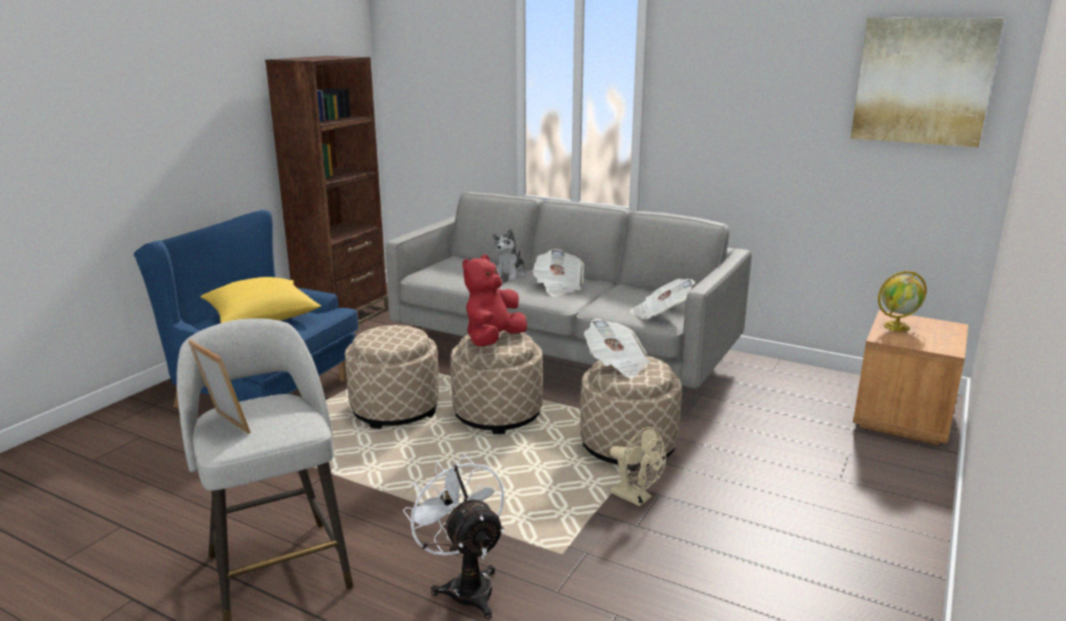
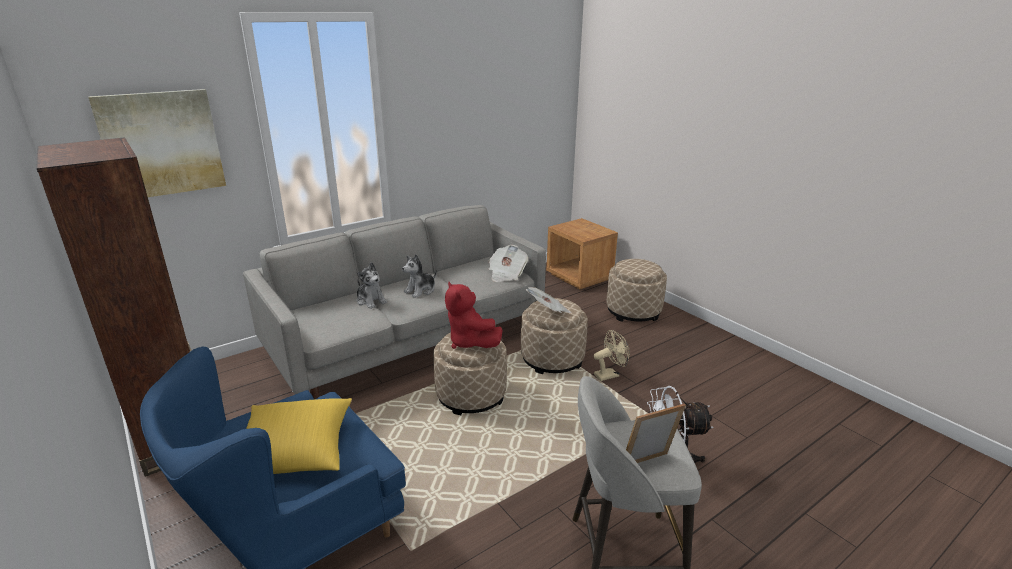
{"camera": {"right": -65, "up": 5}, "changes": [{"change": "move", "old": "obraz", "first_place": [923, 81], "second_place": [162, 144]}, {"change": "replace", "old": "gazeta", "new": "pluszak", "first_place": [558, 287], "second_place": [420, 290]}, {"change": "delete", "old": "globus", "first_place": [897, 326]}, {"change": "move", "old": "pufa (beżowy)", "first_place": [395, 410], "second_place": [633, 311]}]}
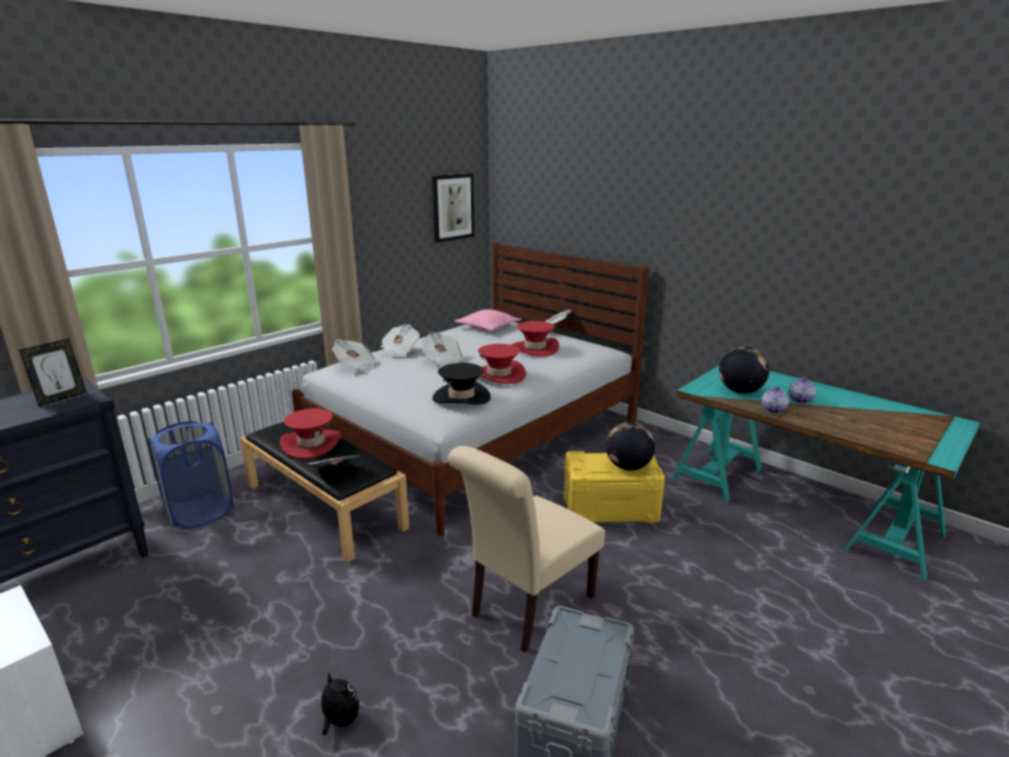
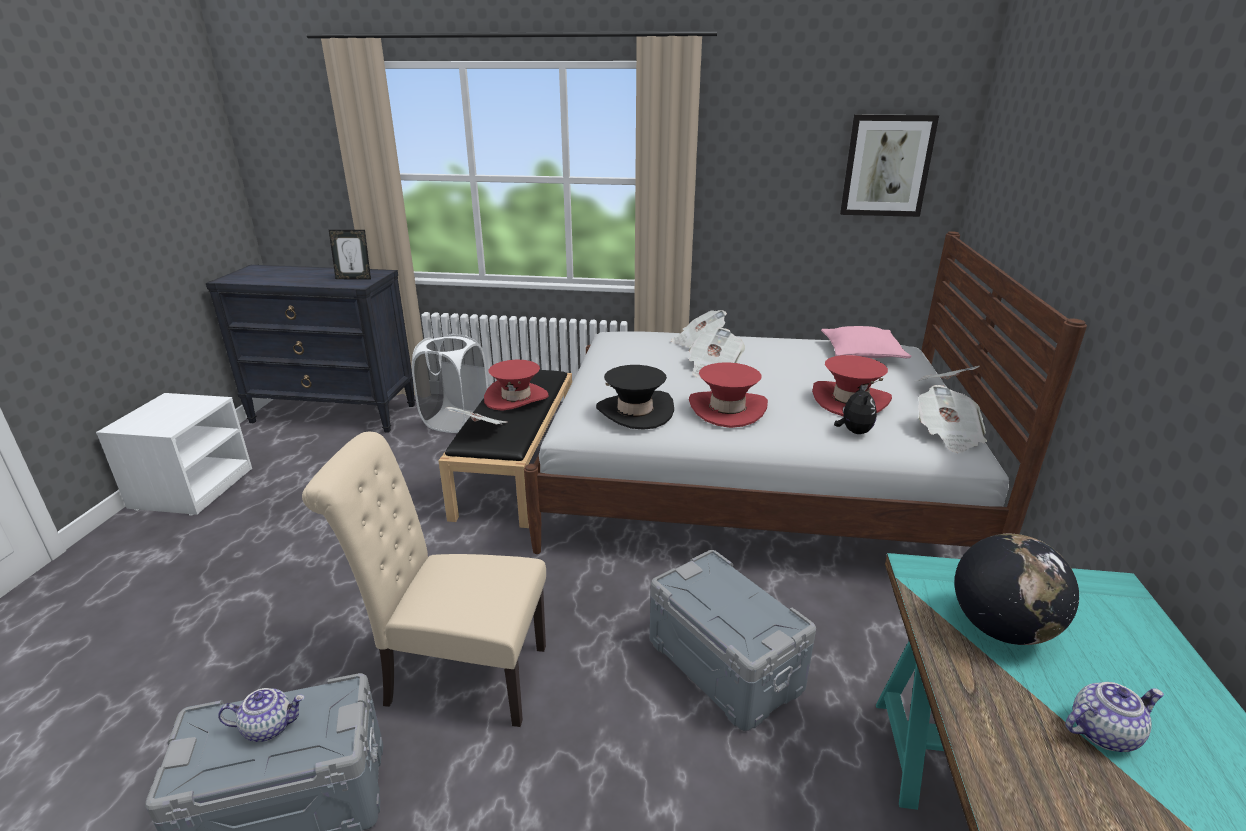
{"camera": {"right": 55, "up": 5}, "changes": [{"change": "move", "old": "gazeta", "first_place": [356, 366], "second_place": [947, 435]}, {"change": "move", "old": "imbryk", "first_place": [772, 409], "second_place": [269, 726]}, {"change": "recolor", "old": "kosz na pranie (niebieski)", "new": "kosz na pranie (biały)", "first_place": [200, 512], "second_place": [456, 421]}, {"change": "delete", "old": "globus", "first_place": [628, 467]}, {"change": "recolor", "old": "pojemnik do przechowywania (żółty)", "new": "pojemnik do przechowywania (szary)", "first_place": [609, 507], "second_place": [725, 663]}, {"change": "move", "old": "pluszak", "first_place": [339, 721], "second_place": [853, 432]}]}
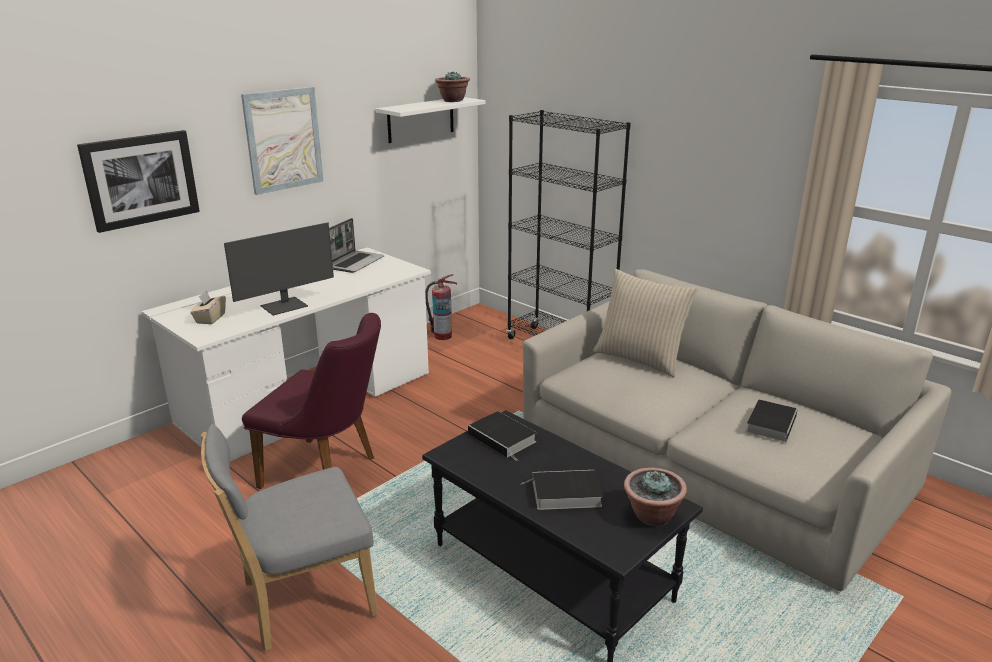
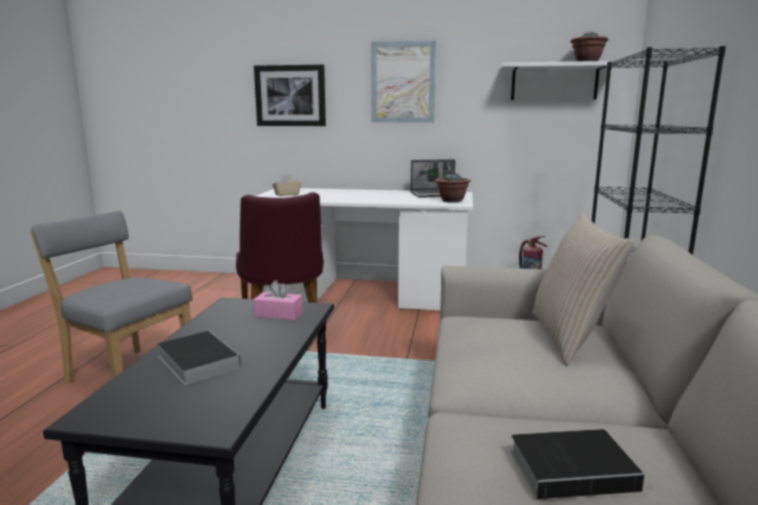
{"camera": {"right": 55, "up": -10}, "changes": [{"change": "delete", "old": "monitor", "first_place": [285, 306]}, {"change": "replace", "old": "książka", "new": "pudełko chusteczek (różowy)", "first_place": [504, 438], "second_place": [278, 314]}, {"change": "move", "old": "roślina doniczkowa", "first_place": [651, 516], "second_place": [451, 201]}]}
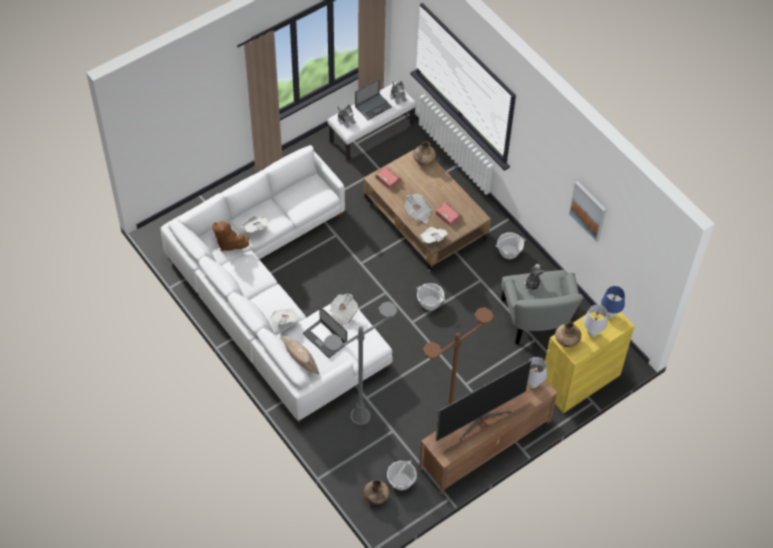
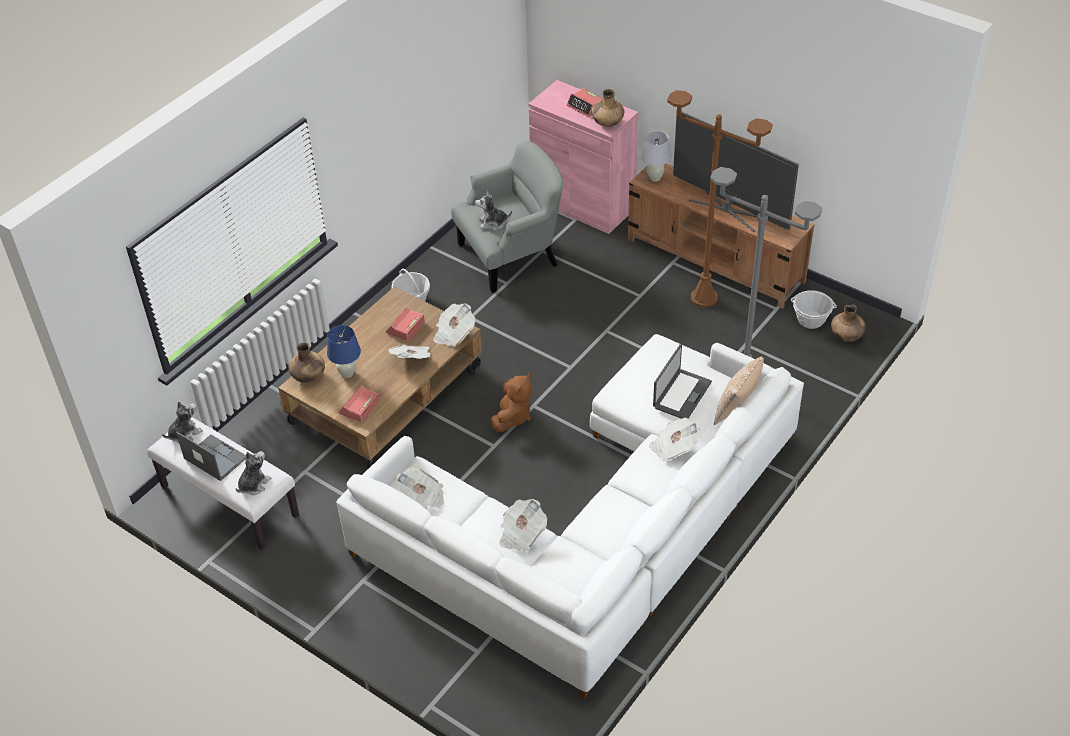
{"camera": {"right": -105, "up": -10}, "changes": [{"change": "delete", "old": "obraz", "first_place": [588, 211]}, {"change": "move", "old": "pluszak (brązowy)", "first_place": [229, 243], "second_place": [512, 417]}, {"change": "delete", "old": "koszyk", "first_place": [430, 302]}, {"change": "move", "old": "lampa stołowa (niebieski)", "first_place": [609, 315], "second_place": [347, 374]}, {"change": "move", "old": "gazeta", "first_place": [342, 314], "second_place": [423, 498]}, {"change": "recolor", "old": "szafka (żółty)", "new": "szafka (różowy)", "first_place": [580, 381], "second_place": [583, 204]}, {"change": "replace", "old": "lampa stołowa (biały)", "new": "budzik", "first_place": [592, 333], "second_place": [586, 106]}]}
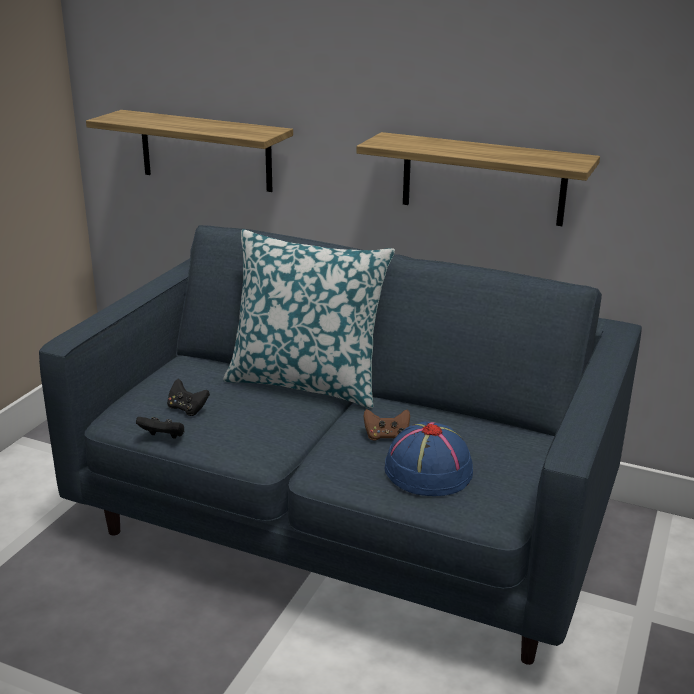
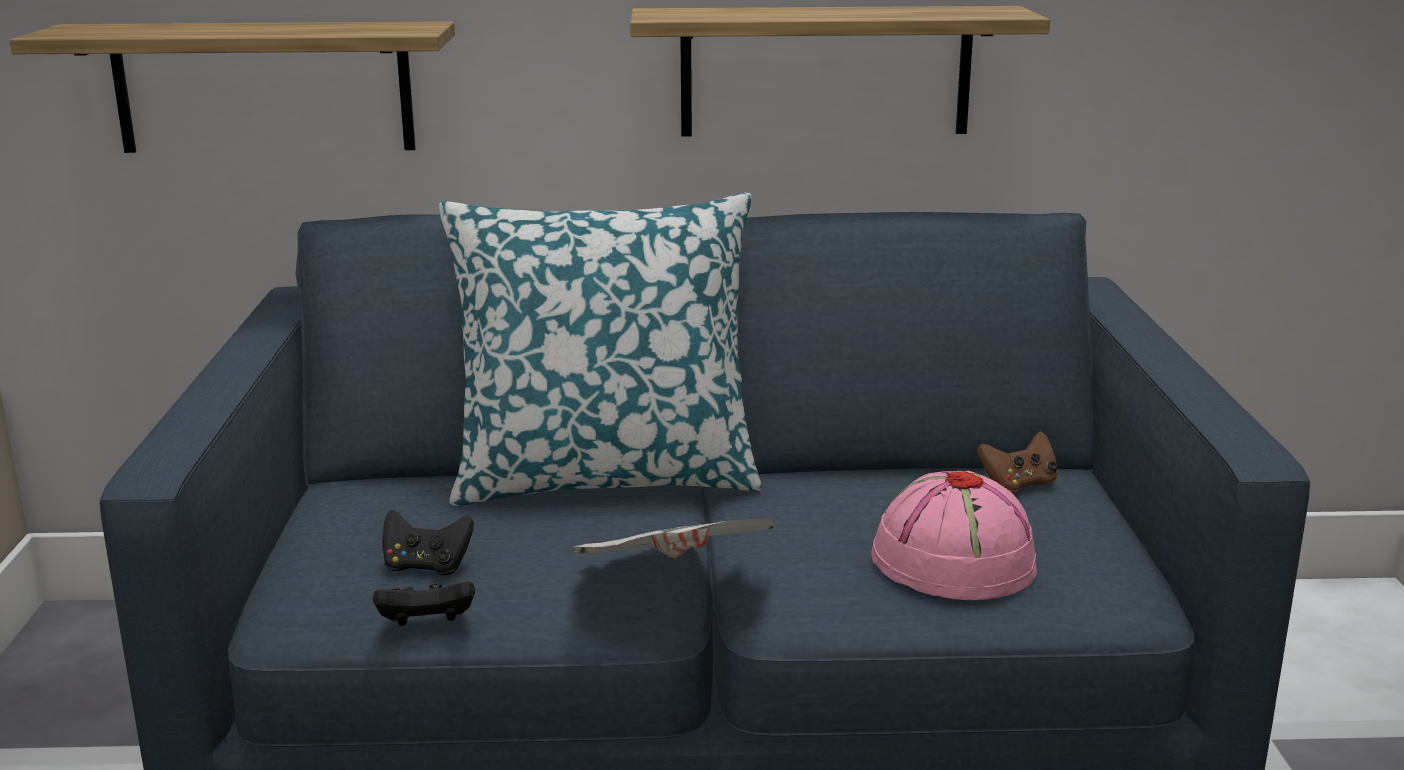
{"camera": {"right": -25, "up": -5}, "changes": [{"change": "move", "old": "pad do gier (brązowy)", "first_place": [386, 436], "second_place": [1018, 484]}, {"change": "recolor", "old": "kapelusz (niebieski)", "new": "kapelusz (różowy)", "first_place": [427, 471], "second_place": [952, 562]}, {"change": "insert", "new": "gazeta", "second_place": [673, 589]}]}
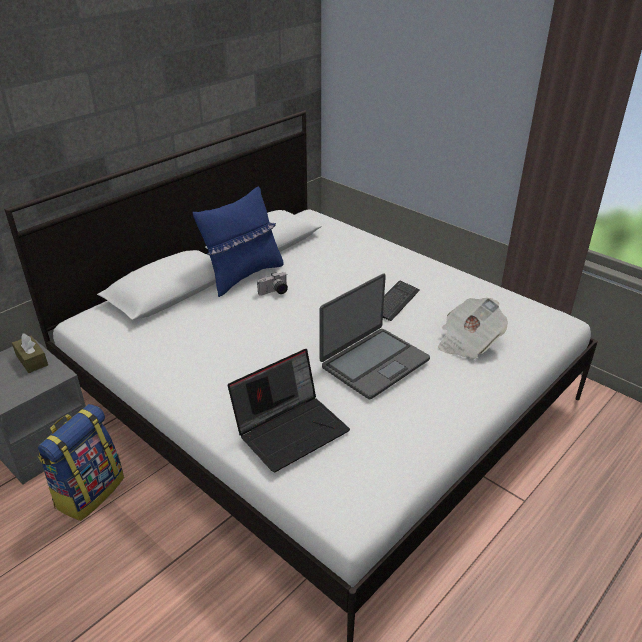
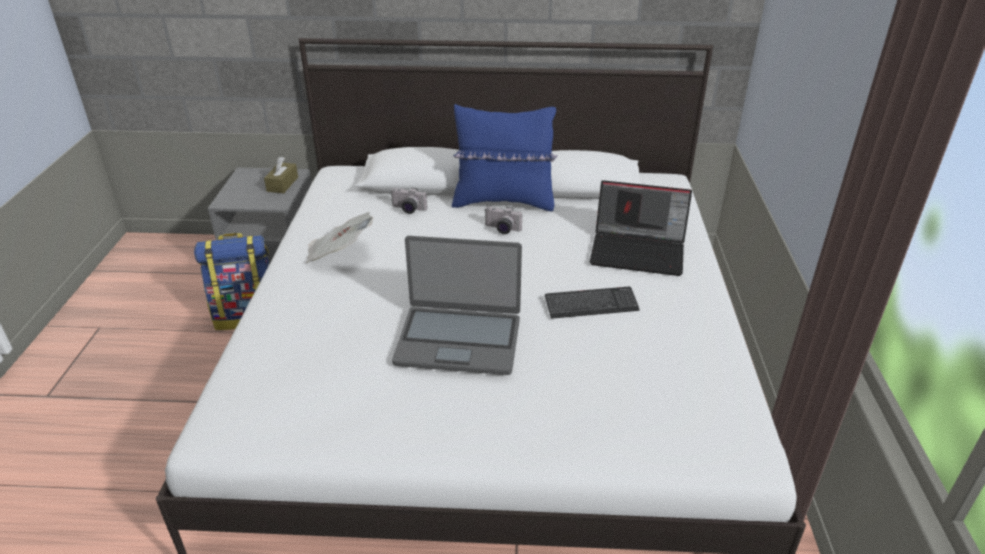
{"camera": {"right": 50, "up": 0}, "changes": [{"change": "move", "old": "gazeta", "first_place": [468, 342], "second_place": [339, 254]}, {"change": "move", "old": "laptop", "first_place": [291, 429], "second_place": [639, 251]}, {"change": "insert", "new": "aparat fotograficzny", "second_place": [407, 209]}]}
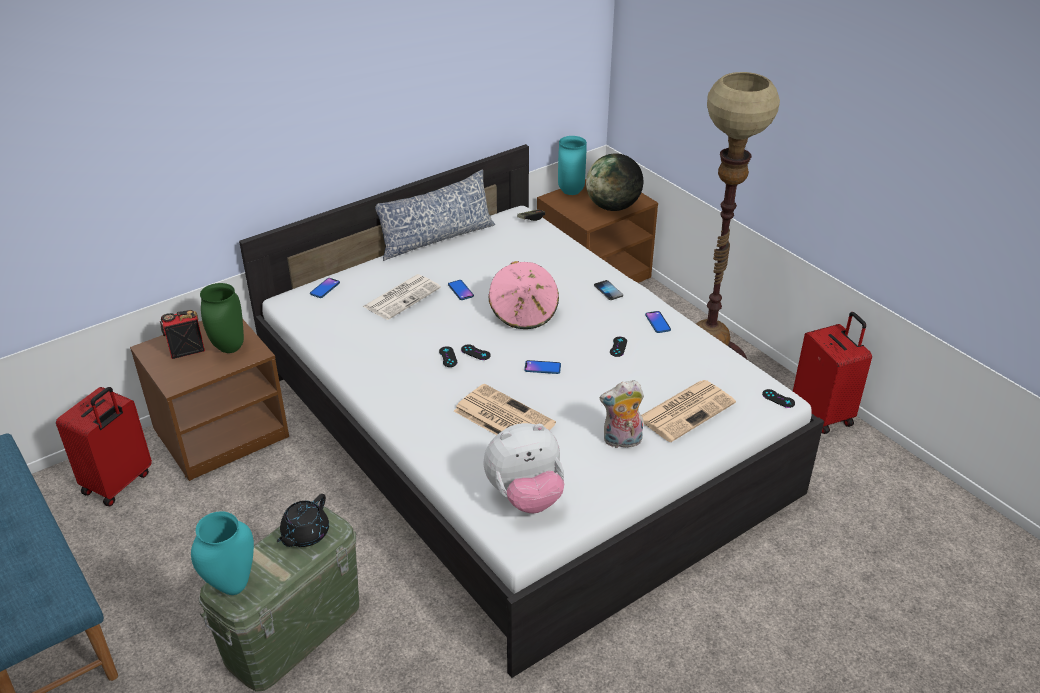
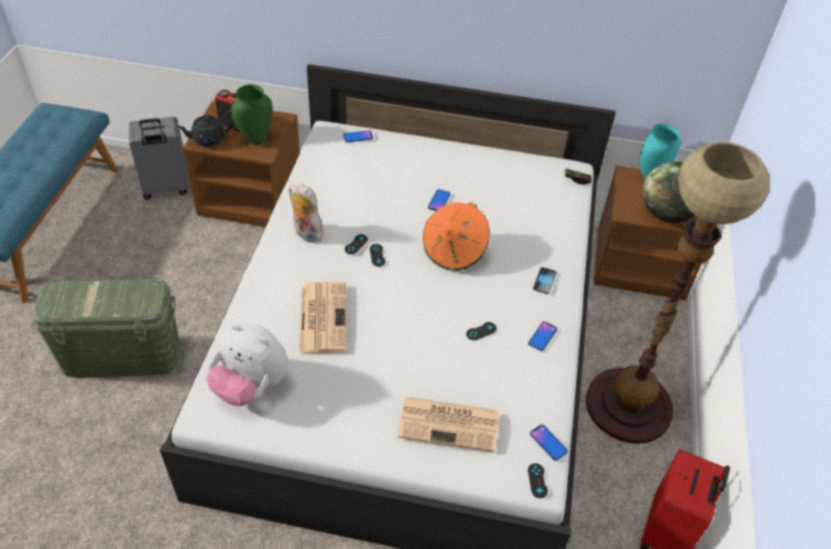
{"camera": {"right": 45, "up": 10}, "changes": [{"change": "delete", "old": "poduszka", "first_place": [436, 238]}, {"change": "recolor", "old": "kapelusz (różowy)", "new": "kapelusz (pomarańczowy)", "first_place": [524, 313], "second_place": [454, 251]}, {"change": "delete", "old": "gazeta", "first_place": [402, 297]}, {"change": "move", "old": "telefon", "first_place": [542, 368], "second_place": [548, 443]}, {"change": "move", "old": "pluszak", "first_place": [621, 441], "second_place": [306, 234]}, {"change": "recolor", "old": "walizka (czerwony)", "new": "walizka (szary)", "first_place": [118, 483], "second_place": [166, 189]}, {"change": "move", "old": "imbryk (czarny)", "first_place": [305, 534], "second_place": [207, 139]}, {"change": "delete", "old": "wazon (turkusowy)", "first_place": [231, 585]}]}
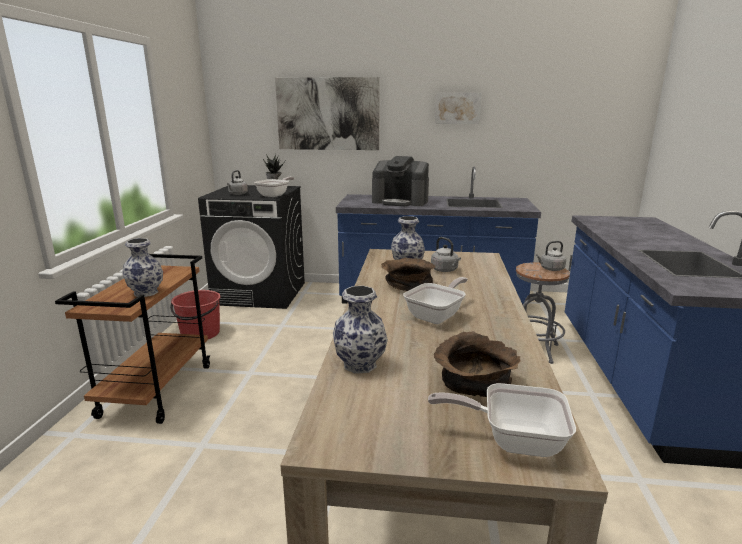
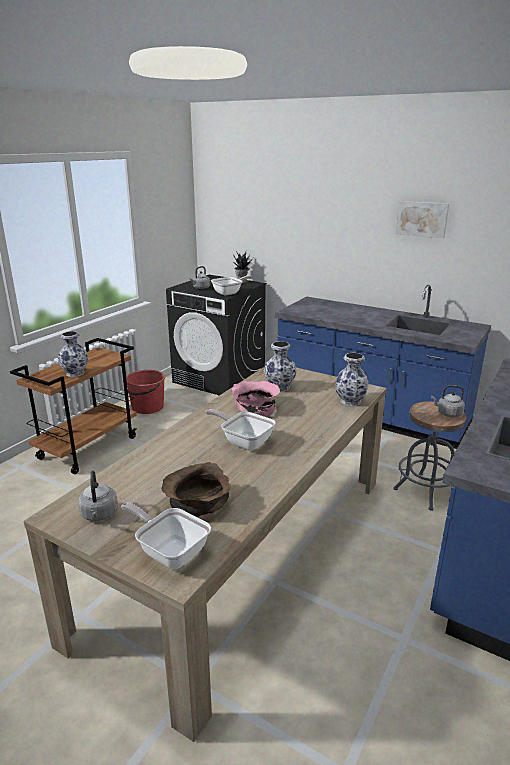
{"camera": {"right": 25, "up": 5}, "changes": [{"change": "delete", "old": "obraz", "first_place": [328, 114]}, {"change": "delete", "old": "ekspres do kawy", "first_place": [400, 201]}, {"change": "move", "old": "czajnik (szary)", "first_place": [445, 270], "second_place": [99, 515]}, {"change": "recolor", "old": "miska (brązowy)", "new": "miska (różowy)", "first_place": [408, 286], "second_place": [256, 407]}, {"change": "rotate", "old": "patelnia", "first_place": [437, 315], "second_place": [244, 441], "degrees": -120}, {"change": "move", "old": "wazon", "first_place": [361, 365], "second_place": [351, 401]}]}
